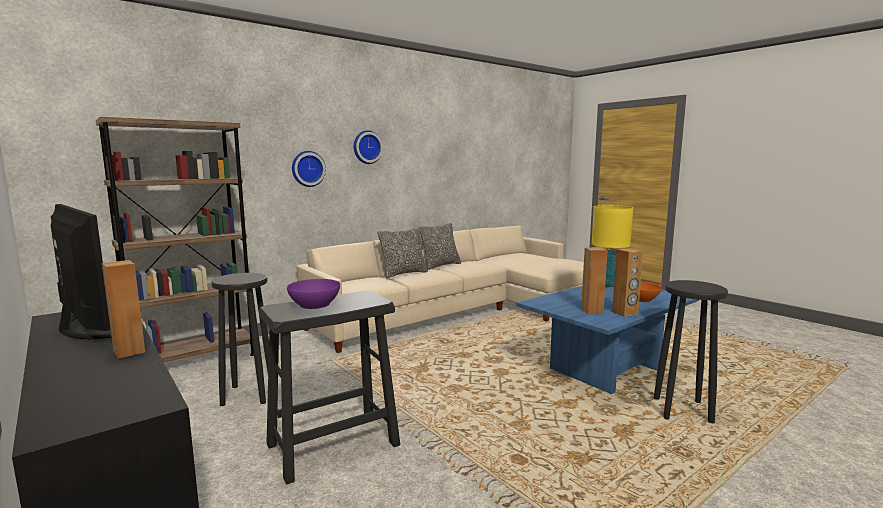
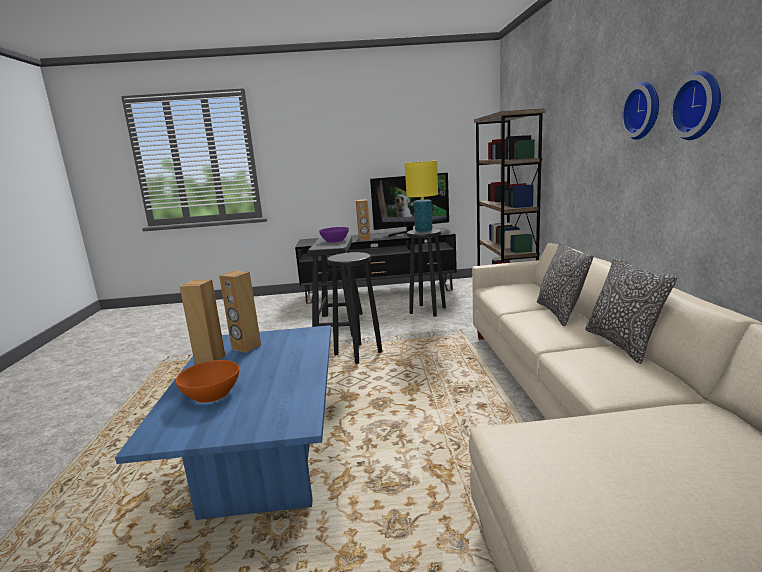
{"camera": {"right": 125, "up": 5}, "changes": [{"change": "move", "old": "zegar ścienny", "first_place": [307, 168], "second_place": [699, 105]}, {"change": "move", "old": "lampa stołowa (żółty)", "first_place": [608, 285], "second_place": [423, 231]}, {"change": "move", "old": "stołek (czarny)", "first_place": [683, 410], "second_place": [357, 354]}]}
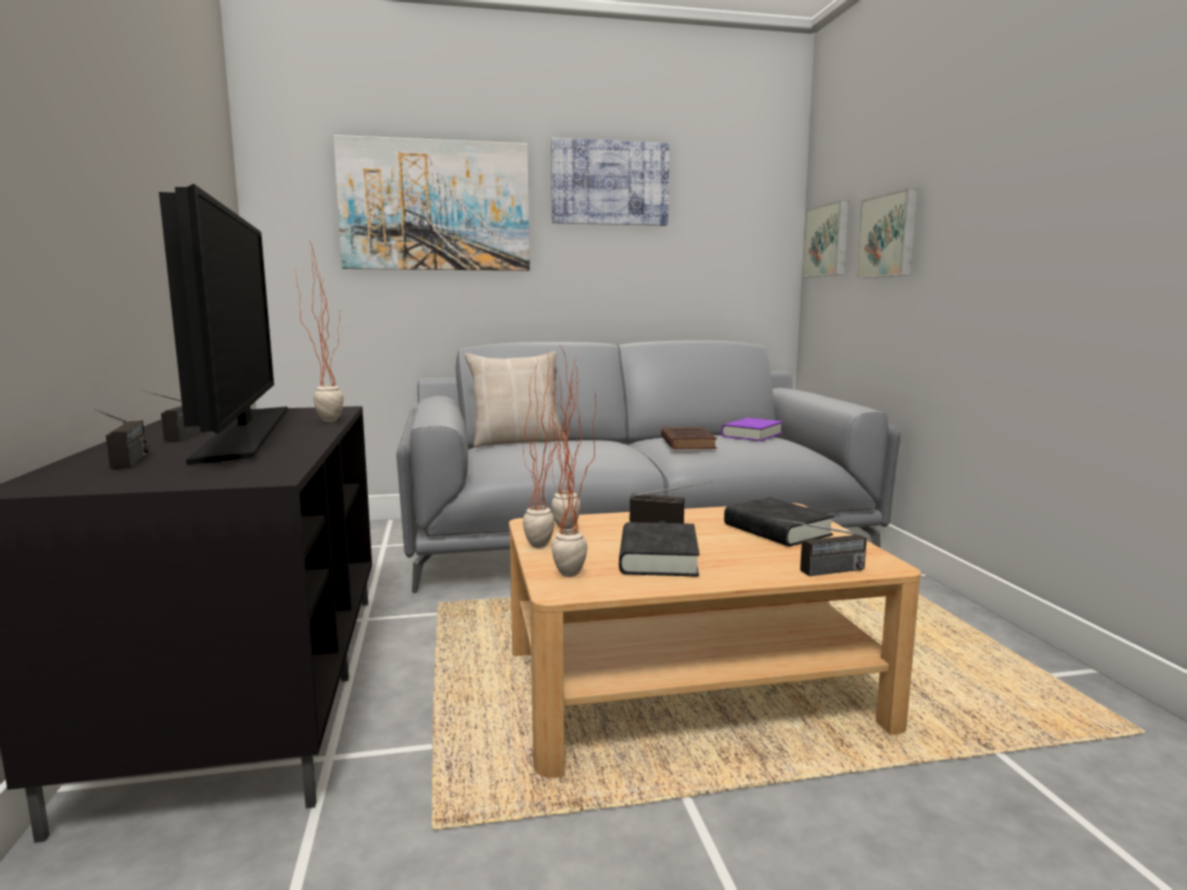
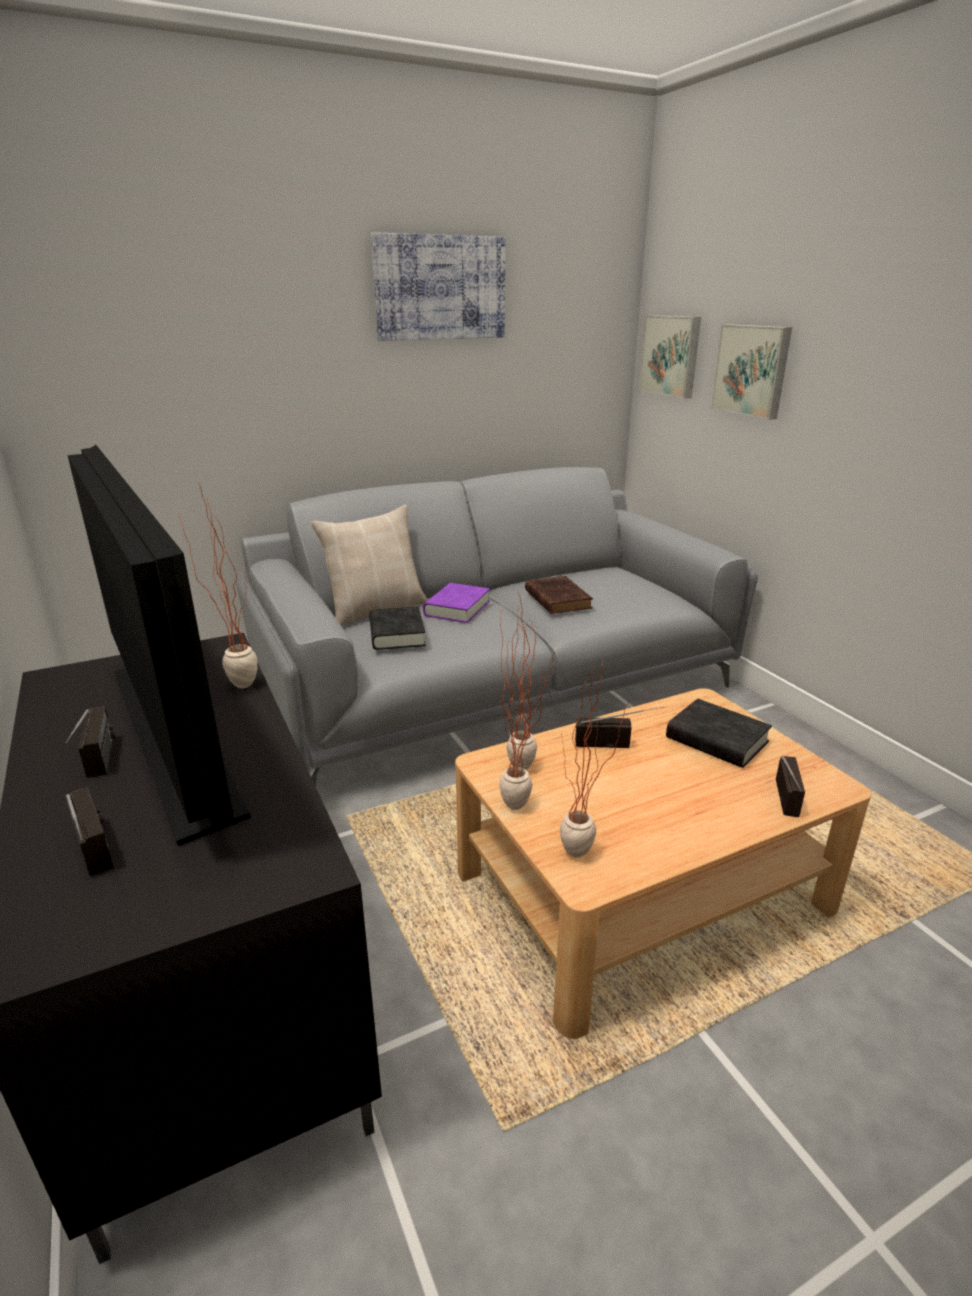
{"camera": {"right": -15, "up": 15}, "changes": [{"change": "delete", "old": "obraz", "first_place": [435, 206]}, {"change": "move", "old": "książka (fioletowy)", "first_place": [752, 435], "second_place": [457, 608]}, {"change": "rotate", "old": "radio", "first_place": [818, 572], "second_place": [791, 808], "degrees": -45}, {"change": "move", "old": "książka (czarny)", "first_place": [658, 558], "second_place": [397, 634]}]}
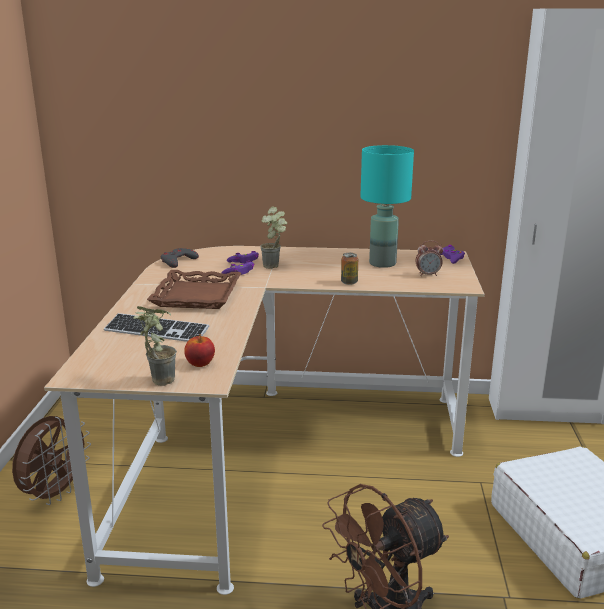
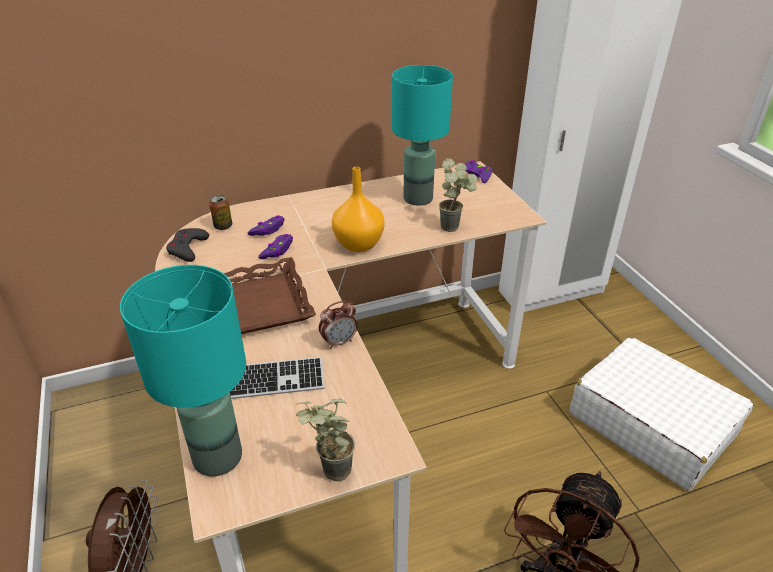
{"camera": {"right": -25, "up": 15}, "changes": [{"change": "move", "old": "roślina doniczkowa", "first_place": [275, 267], "second_place": [455, 227]}, {"change": "move", "old": "budzik", "first_place": [428, 275], "second_place": [339, 342]}, {"change": "move", "old": "puszka", "first_place": [349, 282], "second_place": [223, 226]}, {"change": "delete", "old": "jabłko", "first_place": [200, 364]}, {"change": "insert", "new": "wazon (pomarańczowy)", "second_place": [357, 244]}, {"change": "insert", "new": "lampa stołowa (turkusowy)", "second_place": [216, 458]}]}
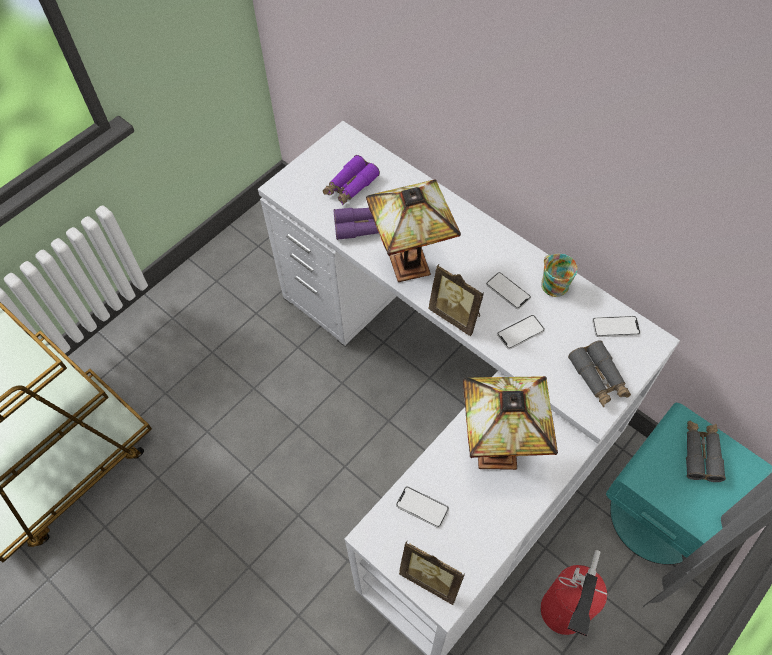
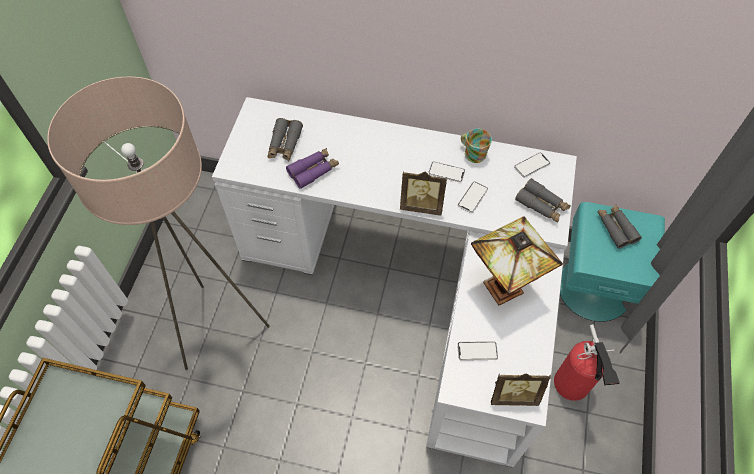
{"camera": {"right": -30, "up": 0}, "changes": [{"change": "recolor", "old": "lornetka (fioletowy)", "new": "lornetka (szary)", "first_place": [350, 186], "second_place": [284, 144]}, {"change": "delete", "old": "lampa stołowa", "first_place": [412, 263]}, {"change": "insert", "new": "lampa stojąca (beżowy)", "second_place": [218, 326]}]}
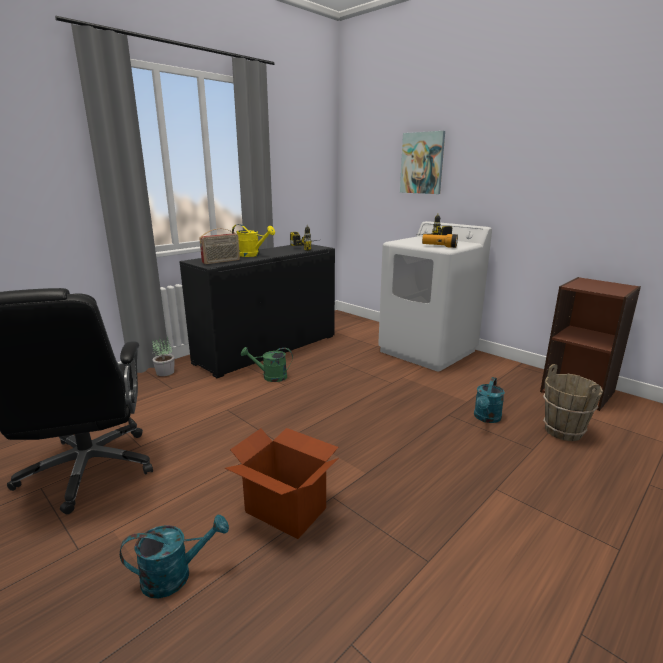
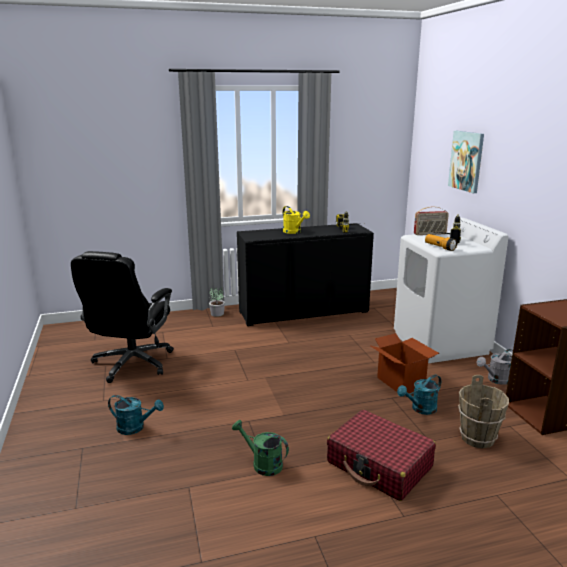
{"camera": {"right": 30, "up": 0}, "changes": [{"change": "move", "old": "radio", "first_place": [221, 261], "second_place": [430, 234]}, {"change": "move", "old": "konewka (zielony)", "first_place": [270, 377], "second_place": [262, 464]}, {"change": "move", "old": "karton", "first_place": [286, 509], "second_place": [401, 383]}, {"change": "insert", "new": "konewka (szary)", "second_place": [496, 380]}, {"change": "insert", "new": "walizka (czerwony)", "second_place": [379, 465]}]}
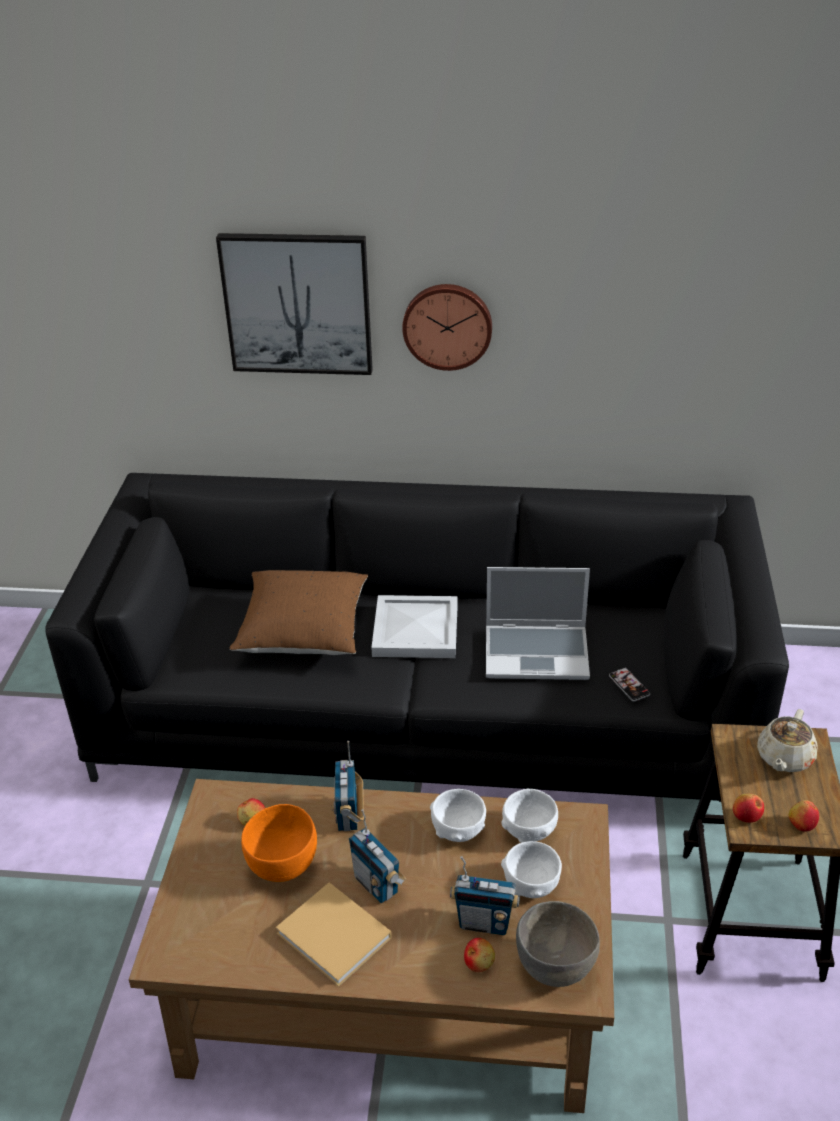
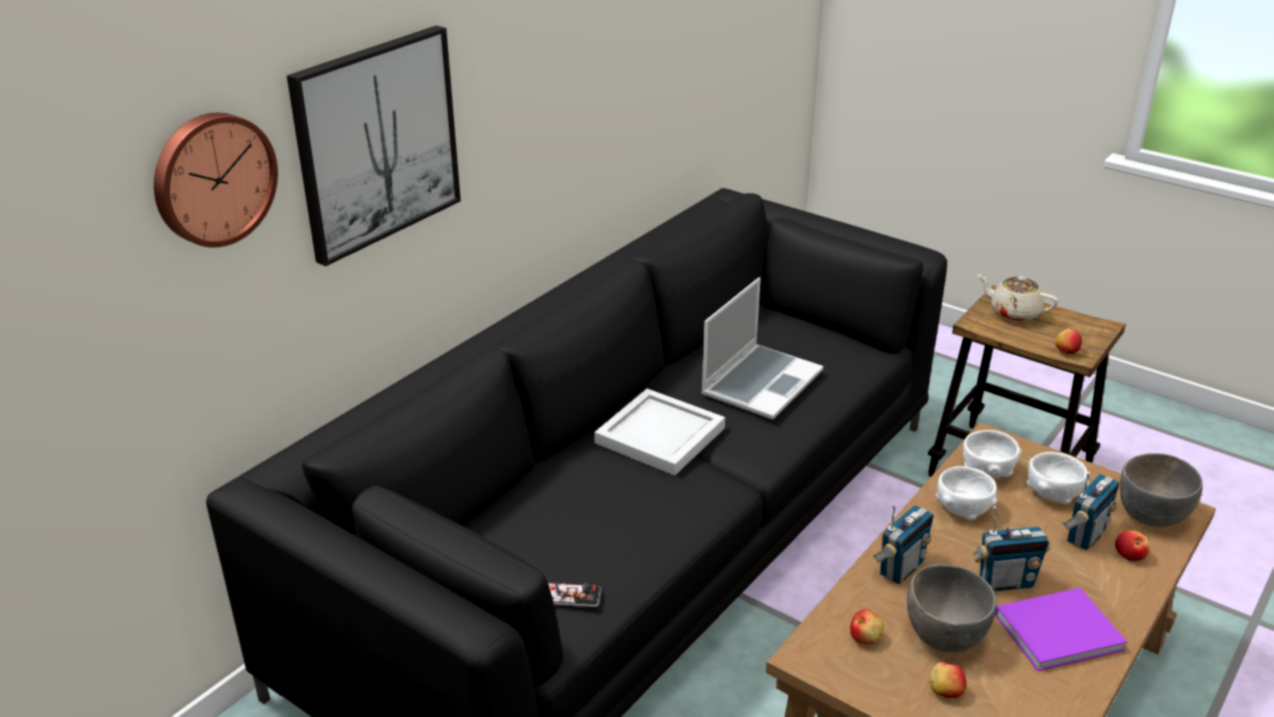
{"camera": {"right": -60, "up": -5}, "changes": [{"change": "move", "old": "zegar ścienny", "first_place": [447, 325], "second_place": [212, 178]}, {"change": "delete", "old": "poduszka (brązowy)", "first_place": [303, 632]}, {"change": "move", "old": "telefon", "first_place": [629, 685], "second_place": [571, 596]}, {"change": "rotate", "old": "imbryk (beżowy)", "first_place": [784, 758], "second_place": [1013, 312], "degrees": 150}, {"change": "rotate", "old": "radio", "first_place": [349, 815], "second_place": [900, 568], "degrees": -75}, {"change": "move", "old": "jabłko", "first_place": [801, 824], "second_place": [945, 691]}, {"change": "recolor", "old": "miska (pomarańczowy)", "new": "miska (szary)", "first_place": [283, 865], "second_place": [944, 636]}, {"change": "recolor", "old": "książka (beżowy)", "new": "książka (fioletowy)", "first_place": [336, 937], "second_place": [1061, 631]}]}
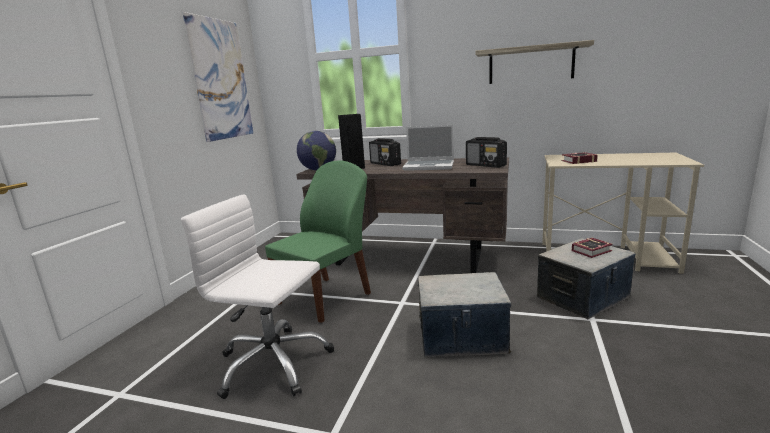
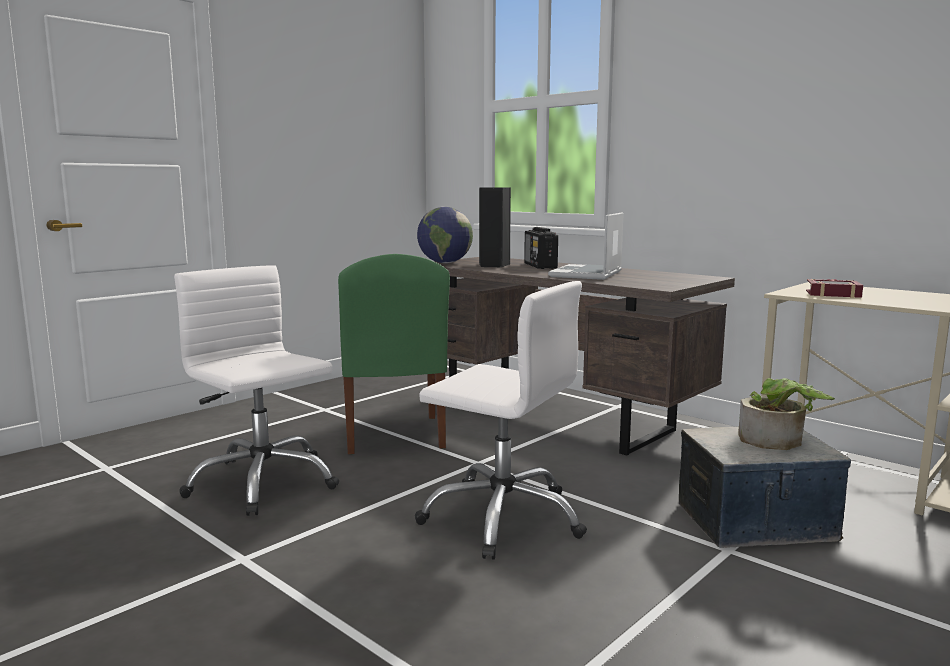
{"camera": {"right": 25, "up": -5}, "changes": [{"change": "delete", "old": "obraz", "first_place": [221, 80]}, {"change": "delete", "old": "półka", "first_place": [531, 64]}, {"change": "rotate", "old": "laptop", "first_place": [429, 166], "second_place": [587, 274], "degrees": 75}, {"change": "delete", "old": "radio", "first_place": [486, 165]}, {"change": "rotate", "old": "krzesło (zielony)", "first_place": [326, 298], "second_place": [394, 436], "degrees": 105}, {"change": "replace", "old": "książka", "new": "roślina doniczkowa", "first_place": [593, 251], "second_place": [778, 442]}, {"change": "replace", "old": "pojemnik do przechowywania", "new": "krzesło biurowe (biały)", "first_place": [461, 337], "second_place": [503, 517]}]}
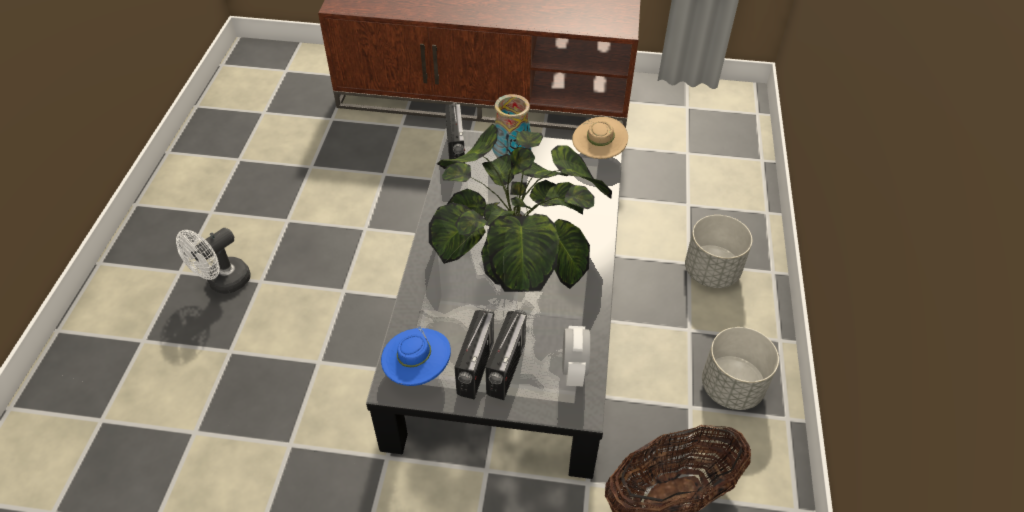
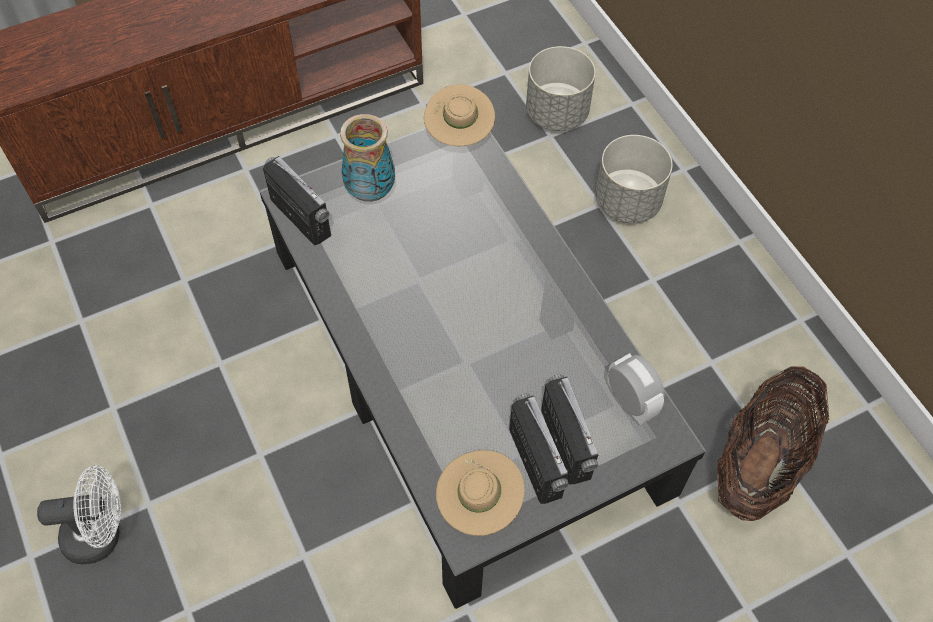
{"camera": {"right": -35, "up": 10}, "changes": [{"change": "delete", "old": "roślina doniczkowa", "first_place": [516, 250]}, {"change": "rotate", "old": "wentylator (biały)", "first_place": [223, 283], "second_place": [102, 534], "degrees": -105}, {"change": "recolor", "old": "kapelusz (niebieski)", "new": "kapelusz (beżowy)", "first_place": [418, 370], "second_place": [479, 504]}, {"change": "move", "old": "donica (szary)", "first_place": [731, 388], "second_place": [557, 113]}]}
